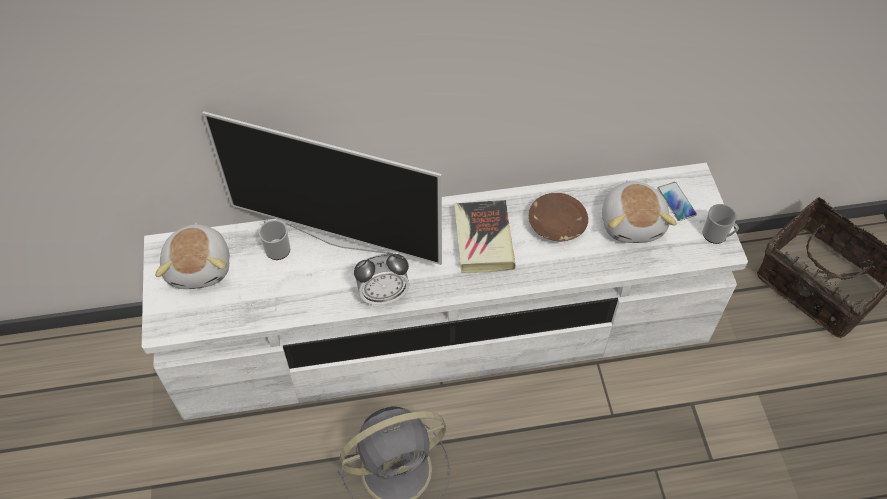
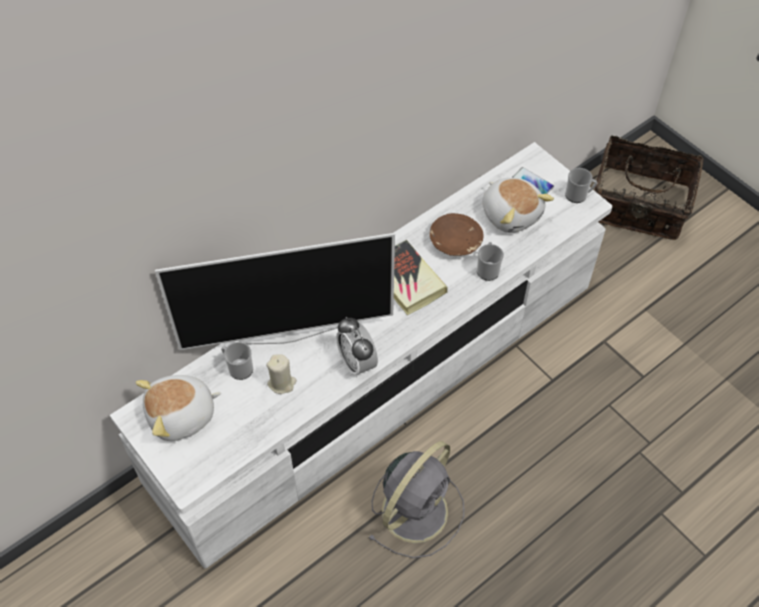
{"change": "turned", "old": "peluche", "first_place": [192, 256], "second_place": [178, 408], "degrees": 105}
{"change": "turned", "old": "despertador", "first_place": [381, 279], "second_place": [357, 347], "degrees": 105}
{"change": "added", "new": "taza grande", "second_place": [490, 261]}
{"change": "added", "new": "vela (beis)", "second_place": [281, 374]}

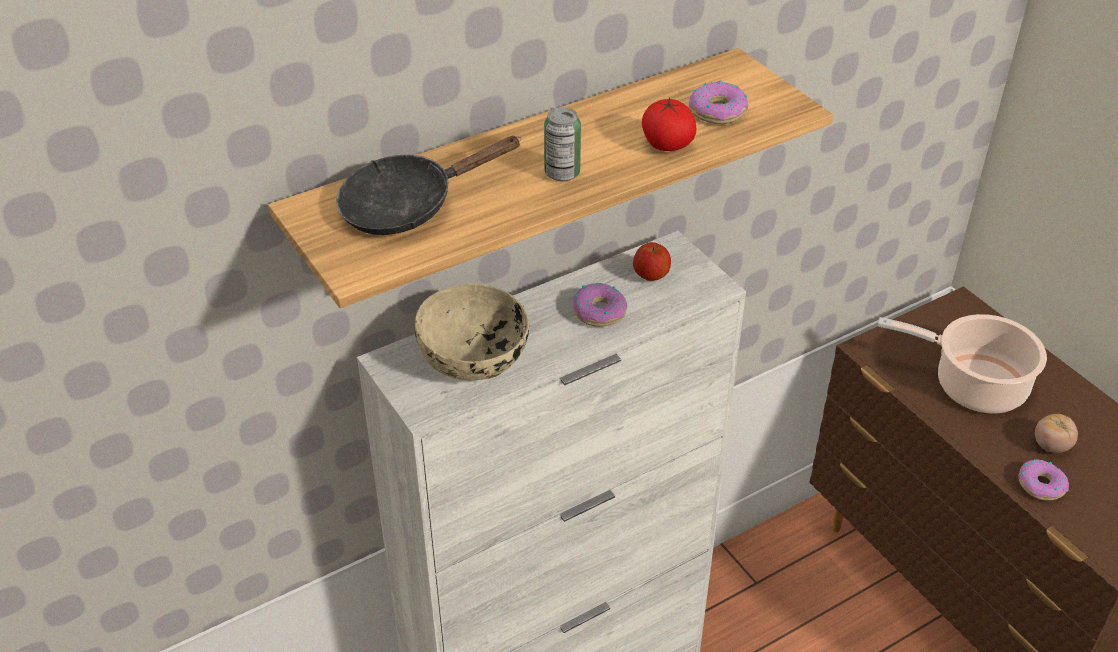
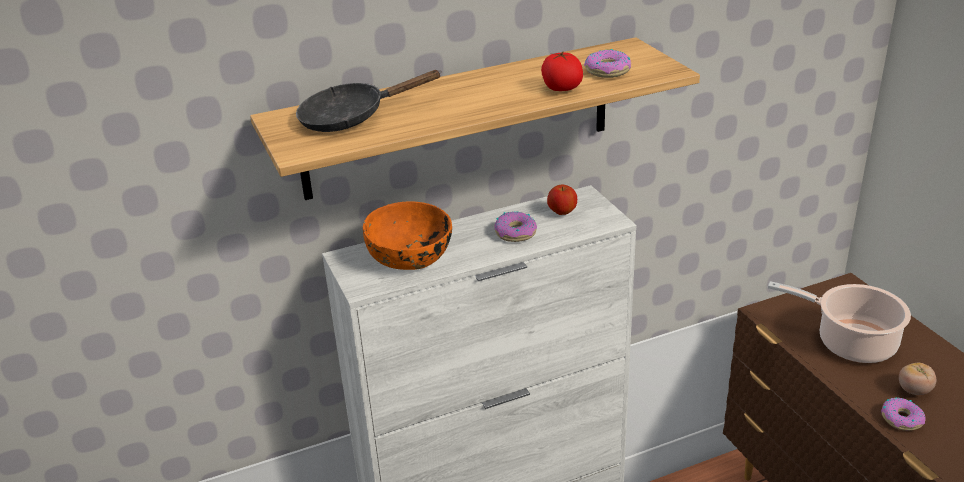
{"change": "removed", "old": "lata", "first_place": [562, 144]}
{"change": "recoloured", "old": "cuenco (beis)", "new": "cuenco (naranja)", "first_place": [472, 332], "second_place": [407, 235]}

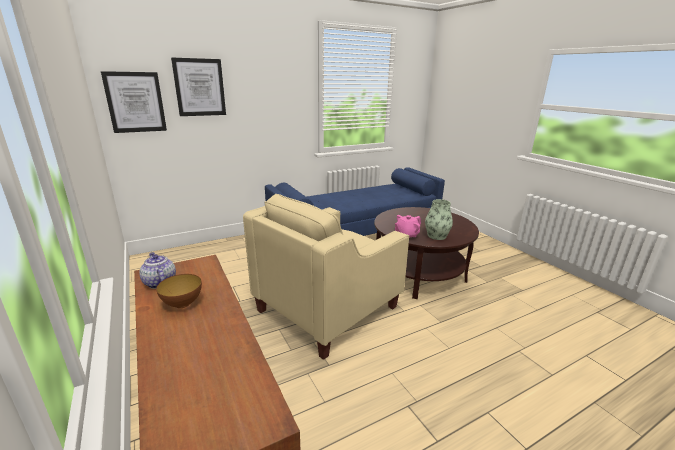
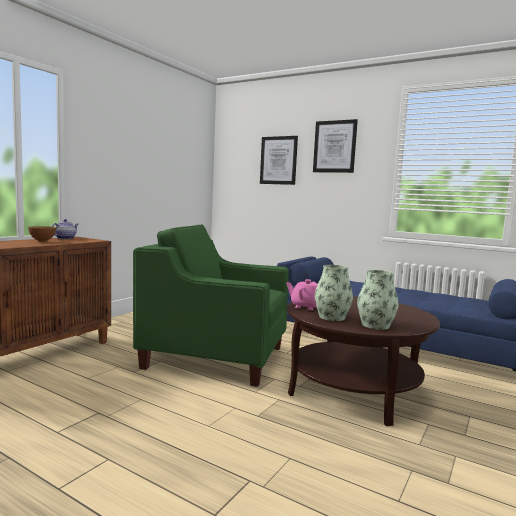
{"change": "moved", "old": "cuadro", "first_place": [134, 102], "second_place": [335, 146]}
{"change": "recoloured", "old": "sillón (beis)", "new": "sillón (verde)", "first_place": [326, 277], "second_place": [211, 305]}
{"change": "added", "new": "florero", "second_place": [378, 300]}

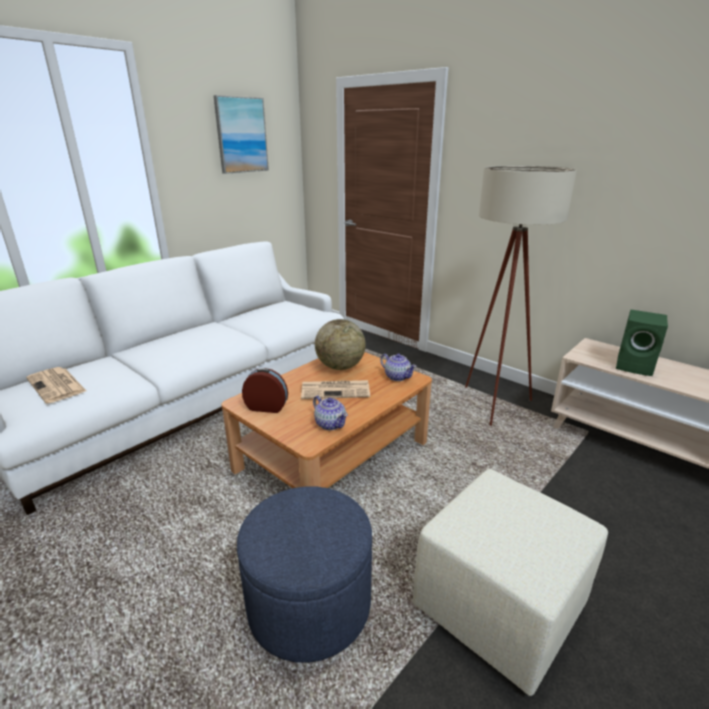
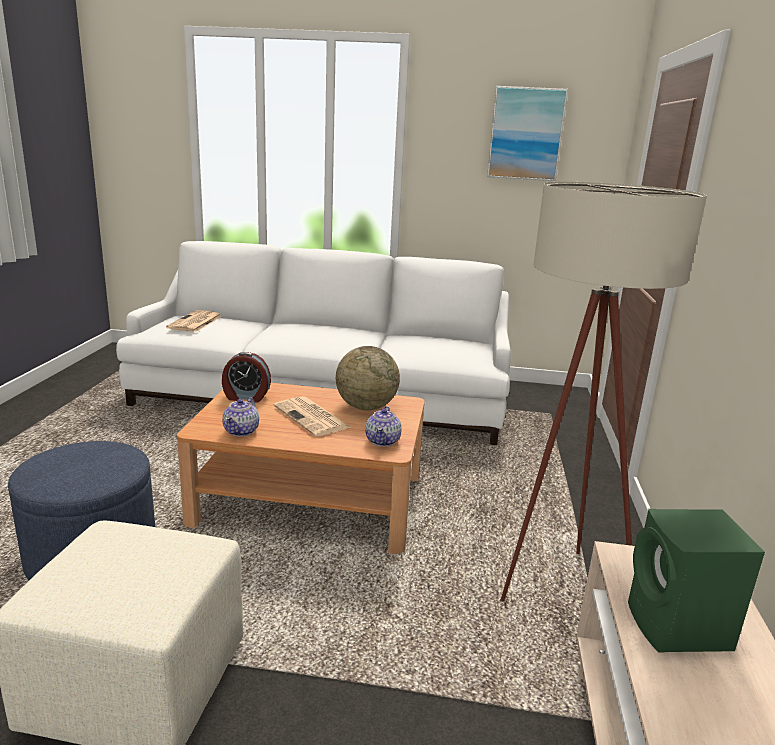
{"change": "turned", "old": "despertador", "first_place": [265, 390], "second_place": [246, 377], "degrees": 120}

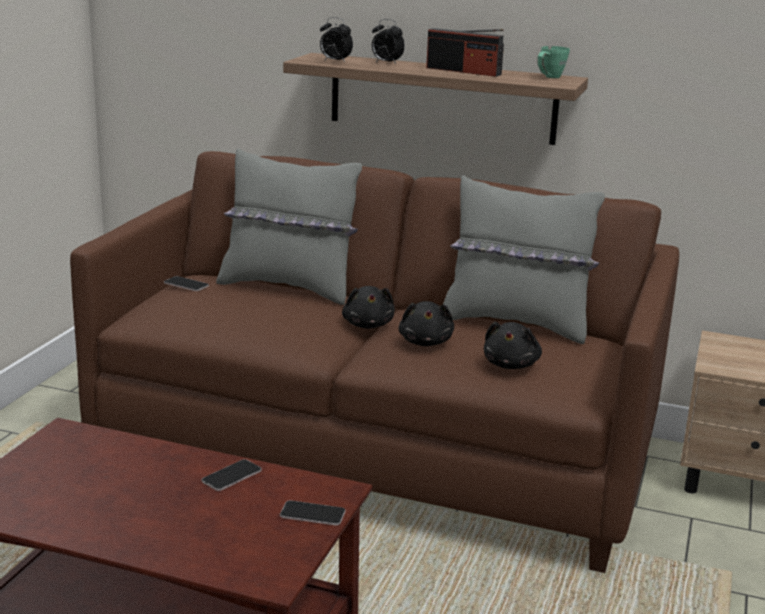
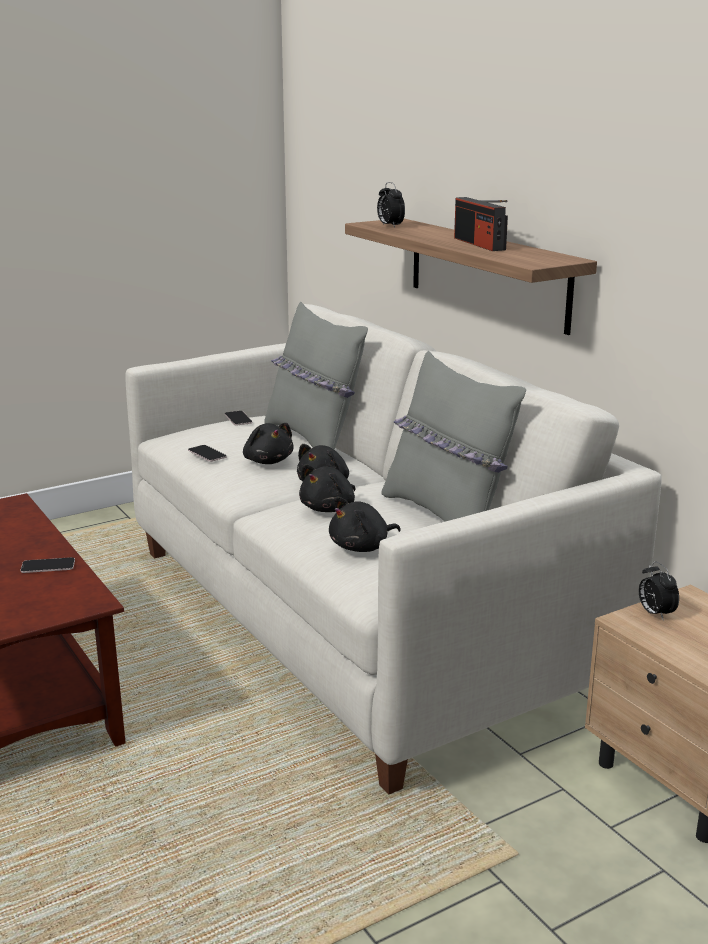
{"change": "moved", "old": "despertador", "first_place": [388, 41], "second_place": [659, 591]}
{"change": "removed", "old": "taza grande (verde)", "first_place": [553, 62]}
{"change": "recoloured", "old": "sofá (marrón)", "new": "sofá (blanco)", "first_place": [374, 362], "second_place": [393, 549]}
{"change": "moved", "old": "móvil", "first_place": [312, 513], "second_place": [207, 453]}
{"change": "added", "new": "peluche (negro)", "second_place": [268, 443]}

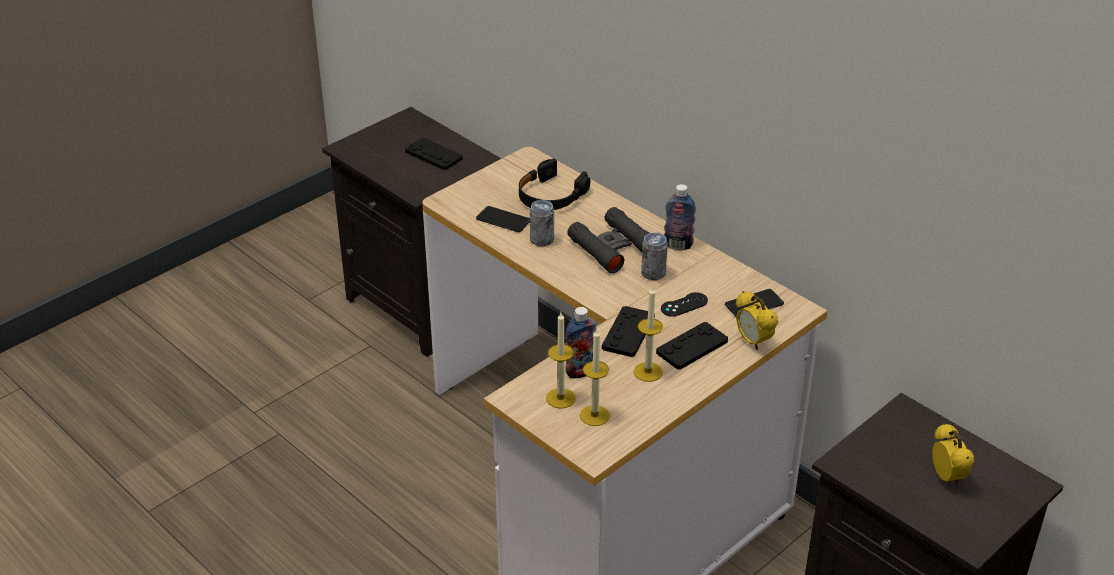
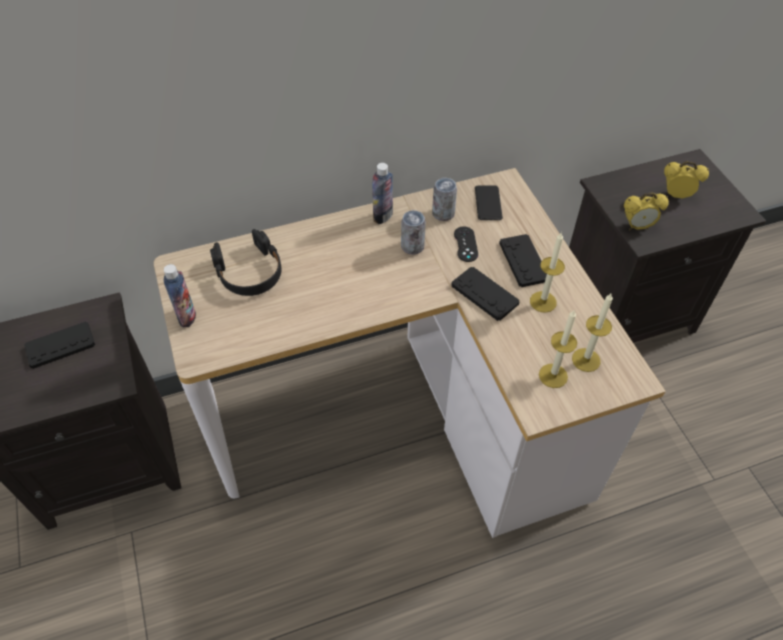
{"change": "moved", "old": "lata", "first_place": [542, 223], "second_place": [444, 199]}
{"change": "removed", "old": "móvil", "first_place": [503, 219]}
{"change": "removed", "old": "prismáticos (negro)", "first_place": [608, 240]}
{"change": "moved", "old": "despertador", "first_place": [757, 320], "second_place": [646, 211]}
{"change": "moved", "old": "botella", "first_place": [580, 342], "second_place": [179, 295]}

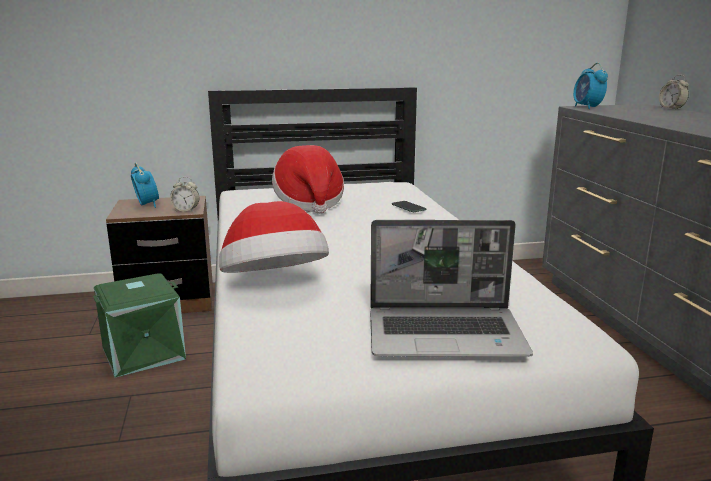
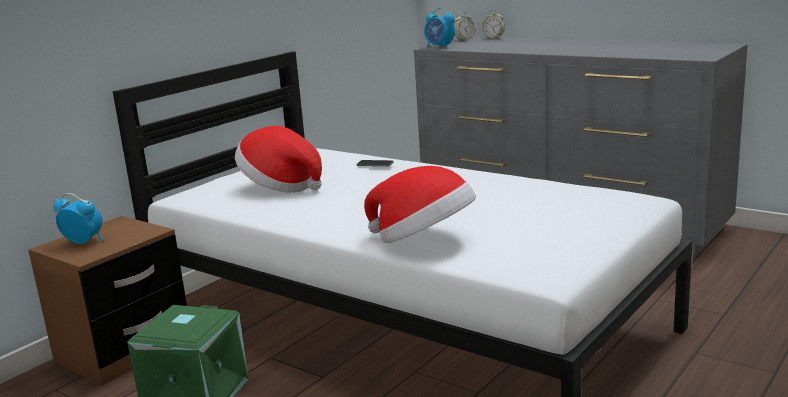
{"change": "moved", "old": "despertador", "first_place": [184, 194], "second_place": [464, 26]}
{"change": "removed", "old": "portátil", "first_place": [451, 288]}

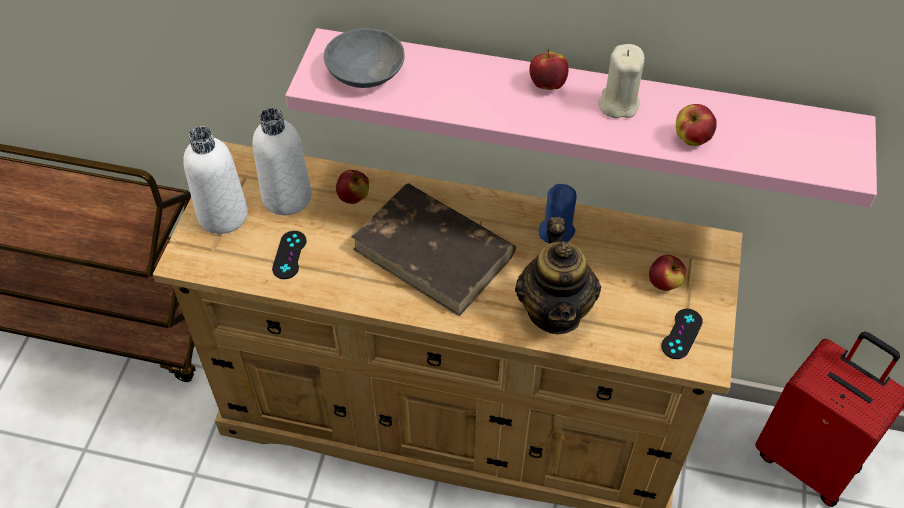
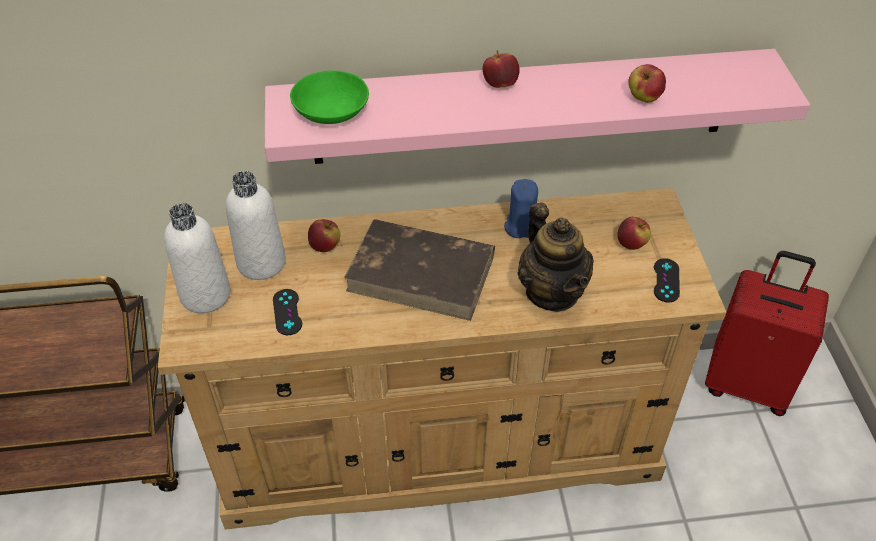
{"change": "recoloured", "old": "cuenco (gris)", "new": "cuenco (verde)", "first_place": [364, 58], "second_place": [329, 97]}
{"change": "removed", "old": "vela (beis)", "first_place": [621, 81]}

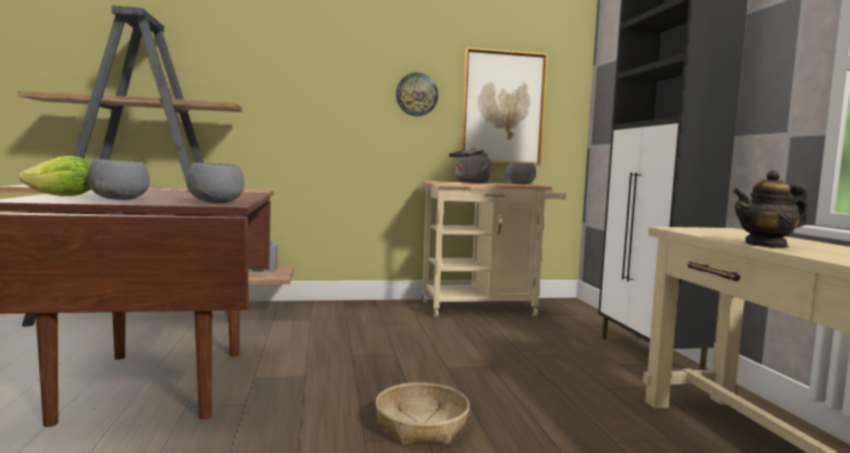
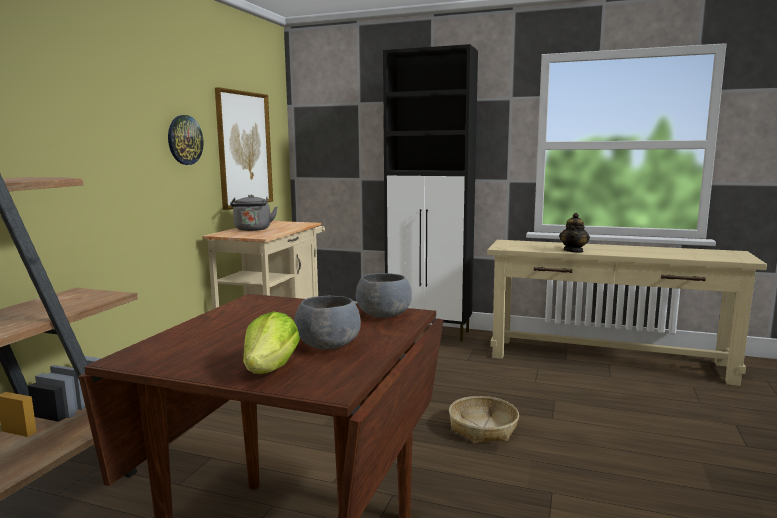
{"change": "removed", "old": "cuenco (gris)", "first_place": [521, 173]}

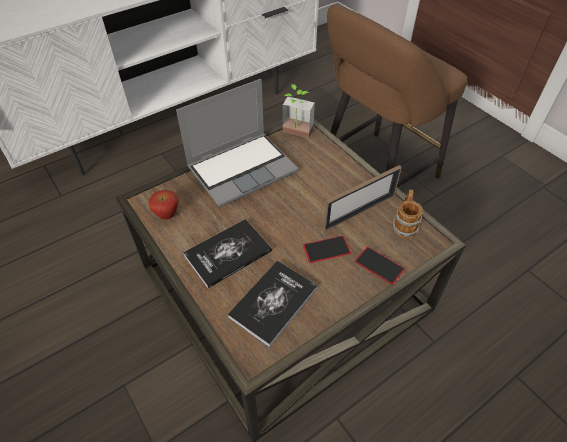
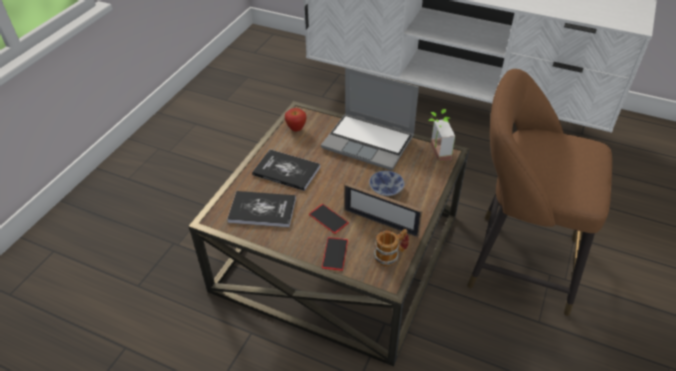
{"change": "added", "new": "cuenco", "second_place": [386, 183]}

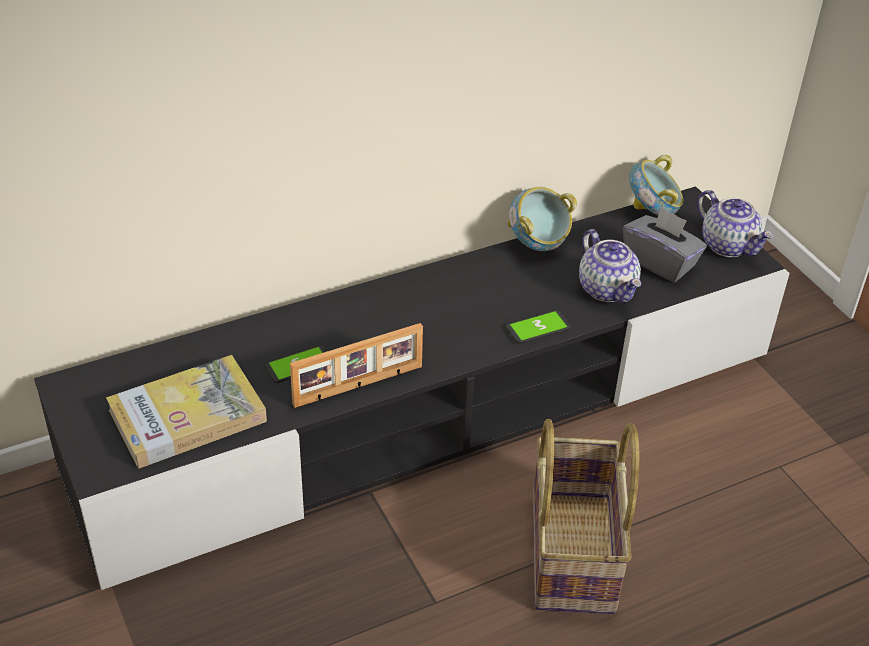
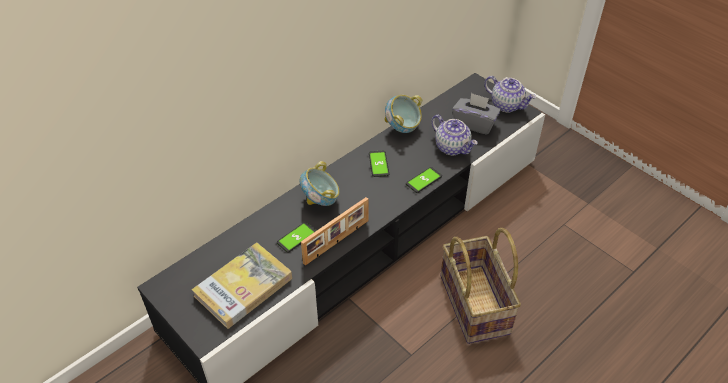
{"change": "moved", "old": "cuenco", "first_place": [656, 185], "second_place": [320, 183]}
{"change": "added", "new": "móvil", "second_place": [379, 163]}

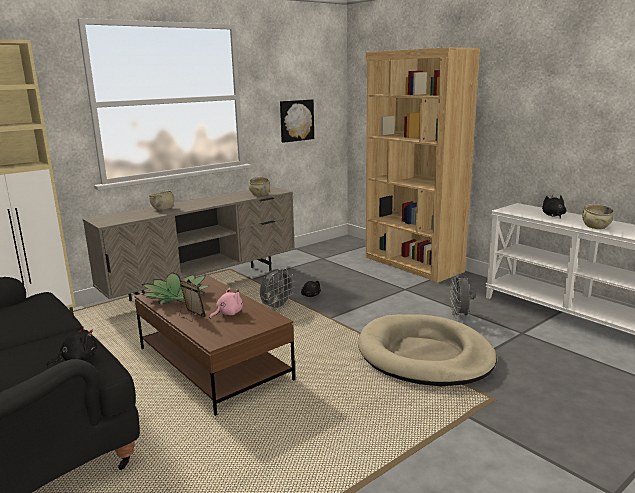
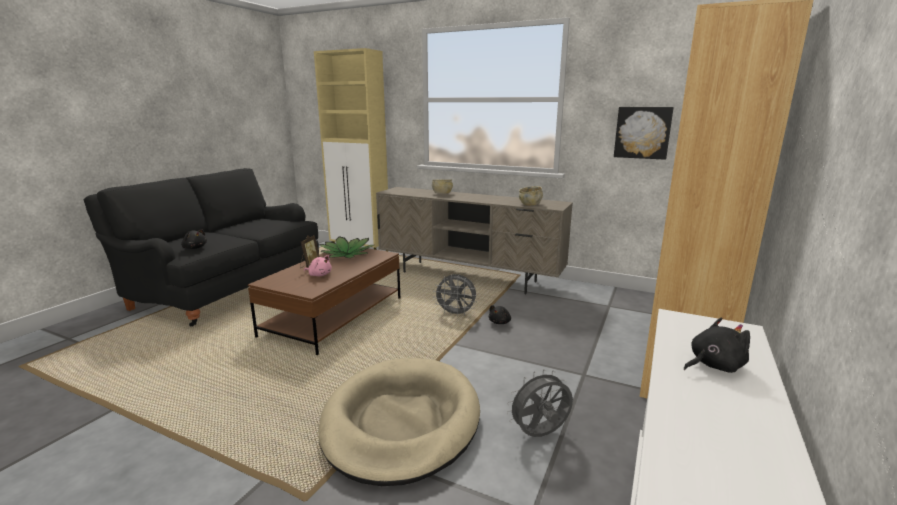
{"change": "removed", "old": "cuenco (beis)", "first_place": [598, 216]}

